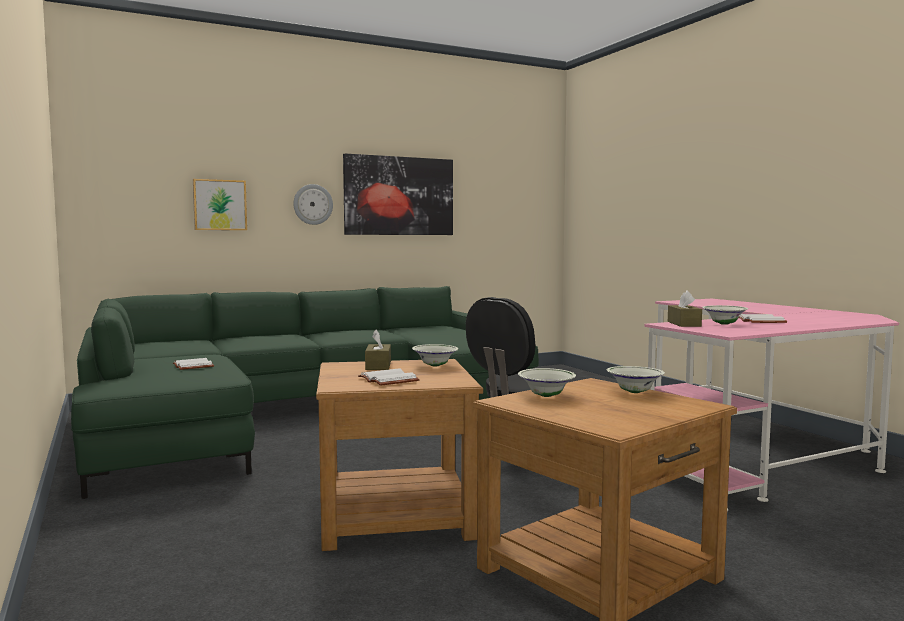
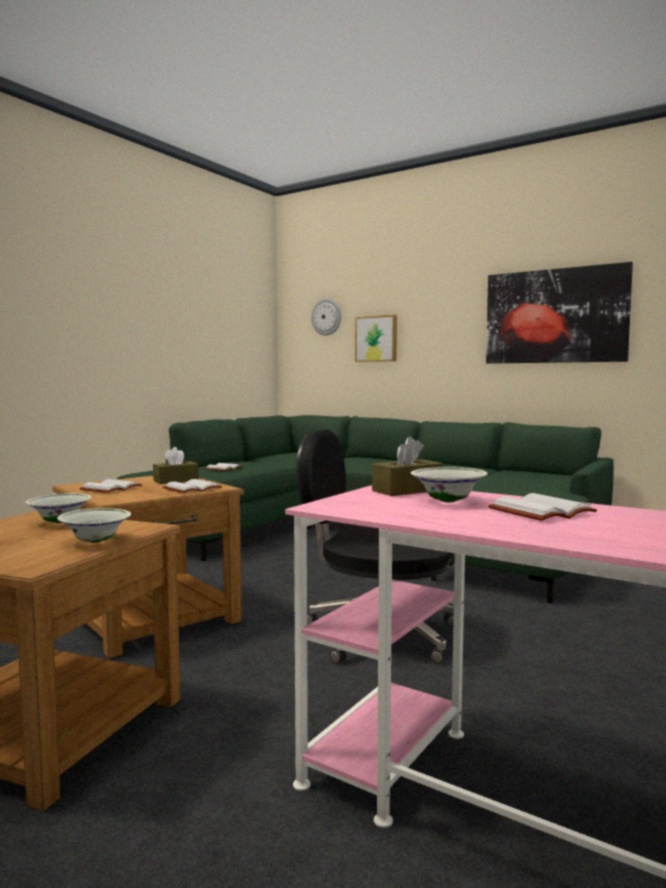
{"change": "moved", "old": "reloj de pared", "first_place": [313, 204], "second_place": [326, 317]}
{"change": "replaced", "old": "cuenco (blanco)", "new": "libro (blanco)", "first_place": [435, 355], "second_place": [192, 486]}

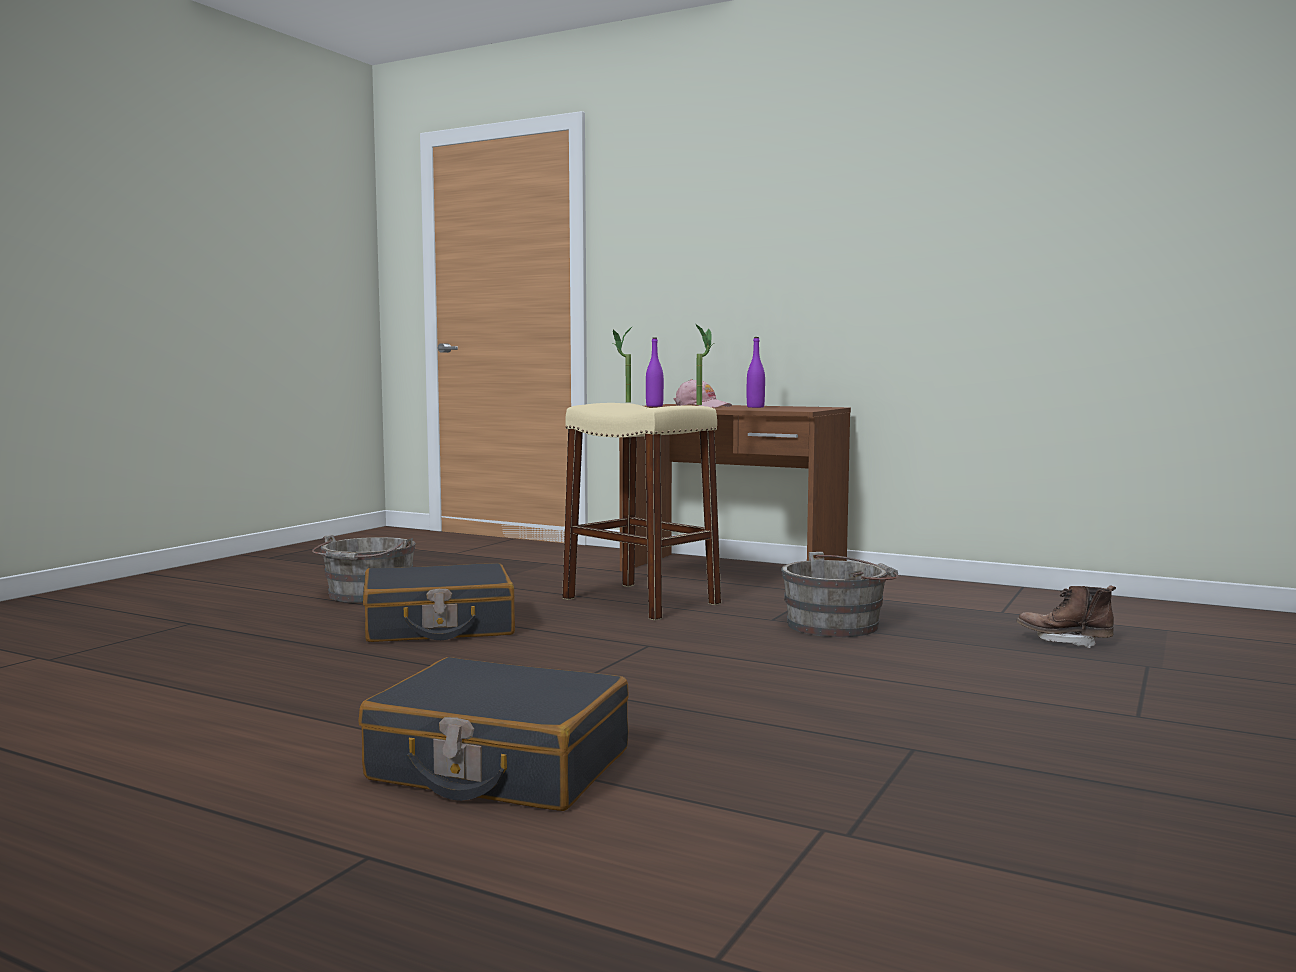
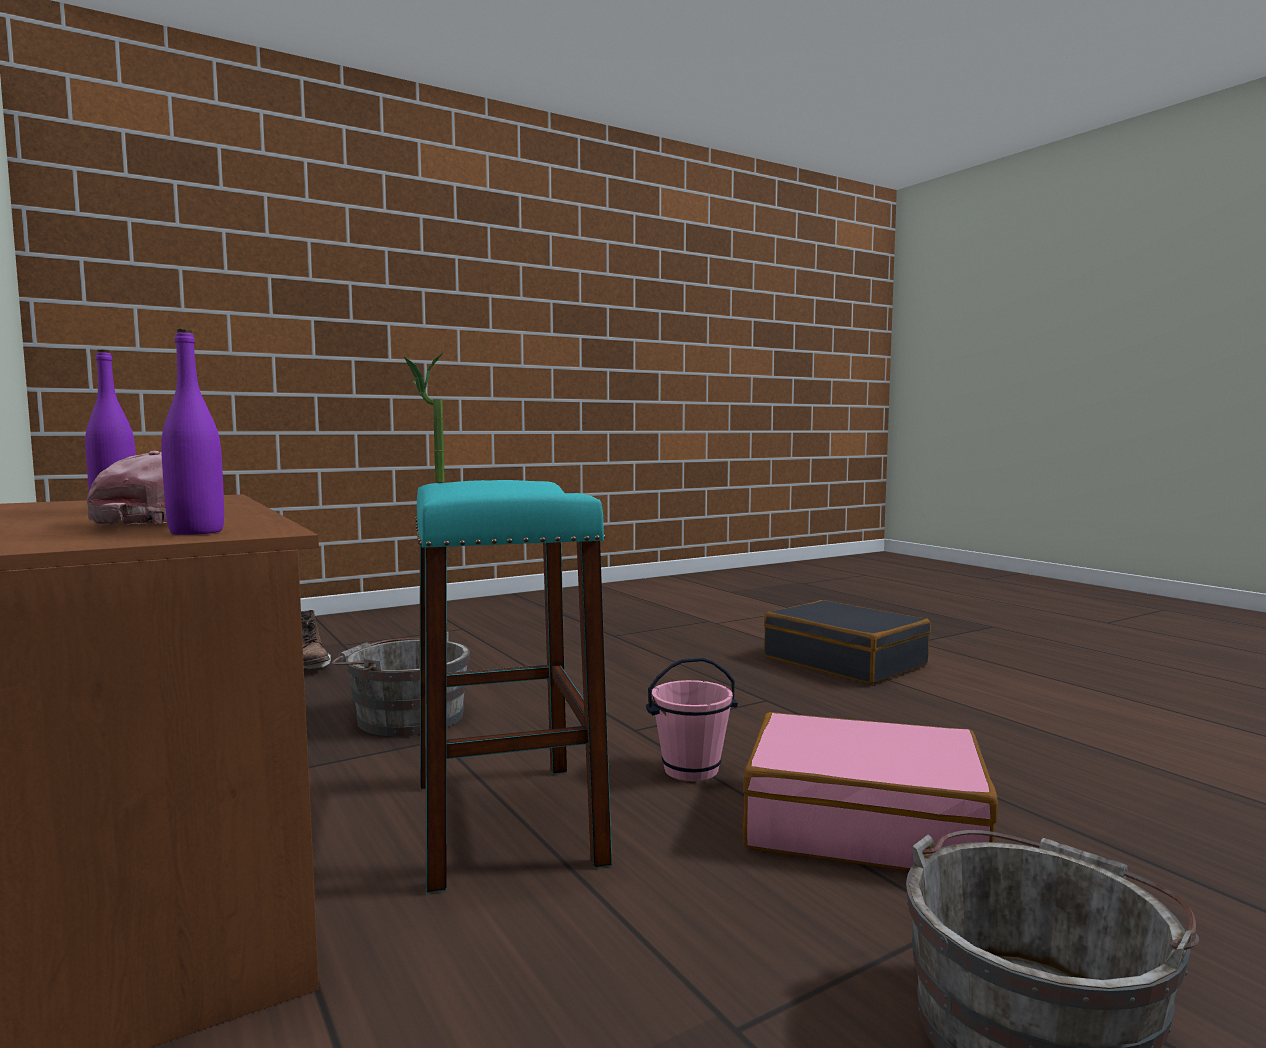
{"change": "removed", "old": "planta en maceta", "first_place": [623, 364]}
{"change": "recoloured", "old": "taburete (beis)", "new": "taburete (turquesa)", "first_place": [641, 511], "second_place": [513, 686]}
{"change": "recoloured", "old": "maleta (negro)", "new": "maleta (rosa)", "first_place": [439, 602], "second_place": [870, 791]}
{"change": "added", "new": "cubo (rosa)", "second_place": [692, 719]}

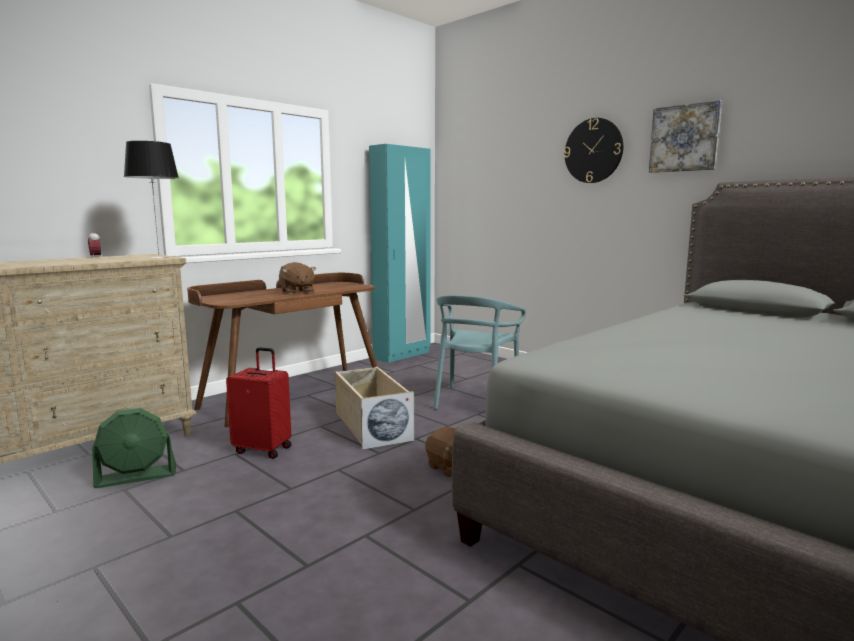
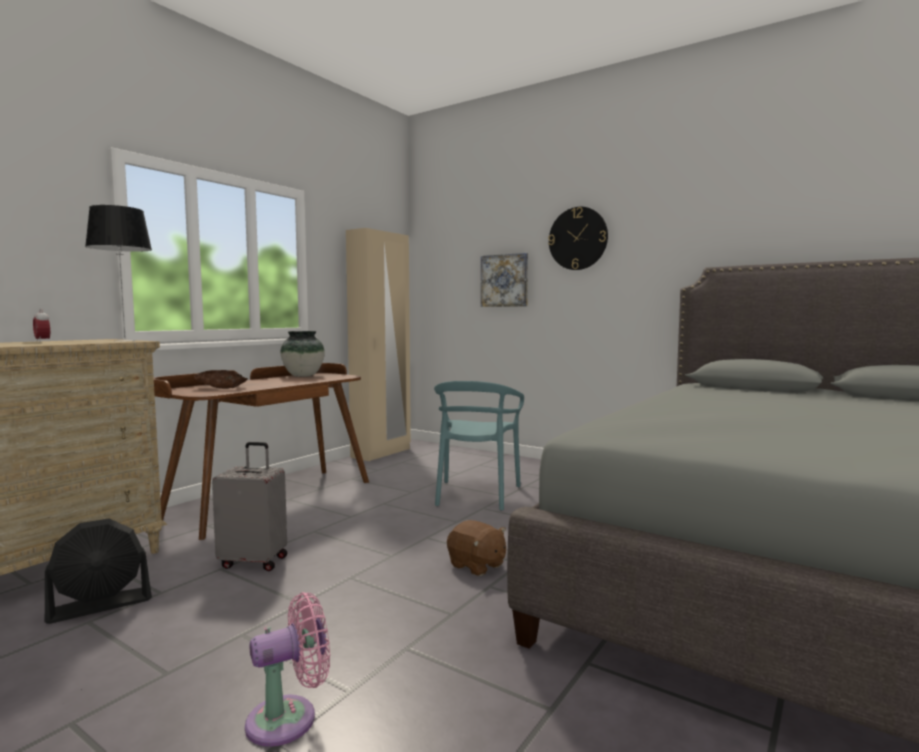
{"change": "moved", "old": "cuadro", "first_place": [685, 136], "second_place": [504, 280]}
{"change": "recoloured", "old": "armario ropero (turquesa)", "new": "armario ropero (beis)", "first_place": [400, 253], "second_place": [378, 344]}
{"change": "removed", "old": "peluche (marrón)", "first_place": [297, 278]}
{"change": "recoloured", "old": "maleta (rojo)", "new": "maleta (gris)", "first_place": [259, 403], "second_place": [249, 506]}
{"change": "removed", "old": "caja de almacenaje (beis)", "first_place": [374, 408]}
{"change": "recoloured", "old": "ventilador (verde)", "new": "ventilador (negro)", "first_place": [134, 448], "second_place": [98, 571]}
{"change": "added", "new": "florero", "second_place": [302, 354]}
{"change": "added", "new": "cuenco (marrón)", "second_place": [221, 379]}
{"change": "added", "new": "ventilador (rosa)", "second_place": [287, 669]}

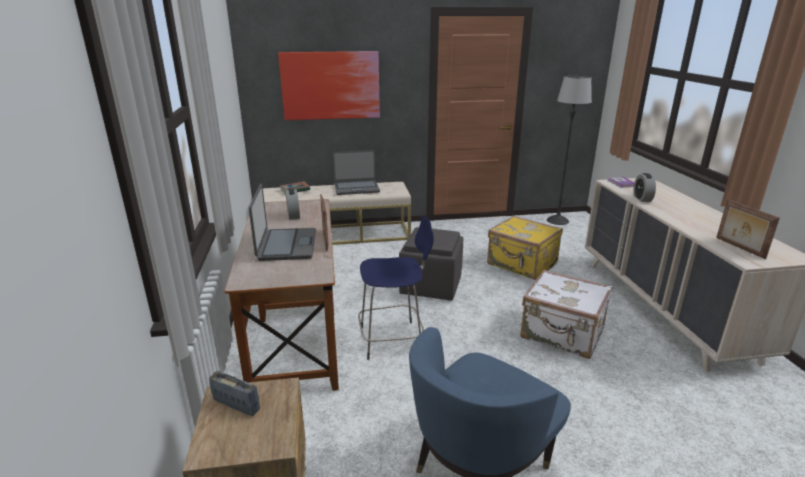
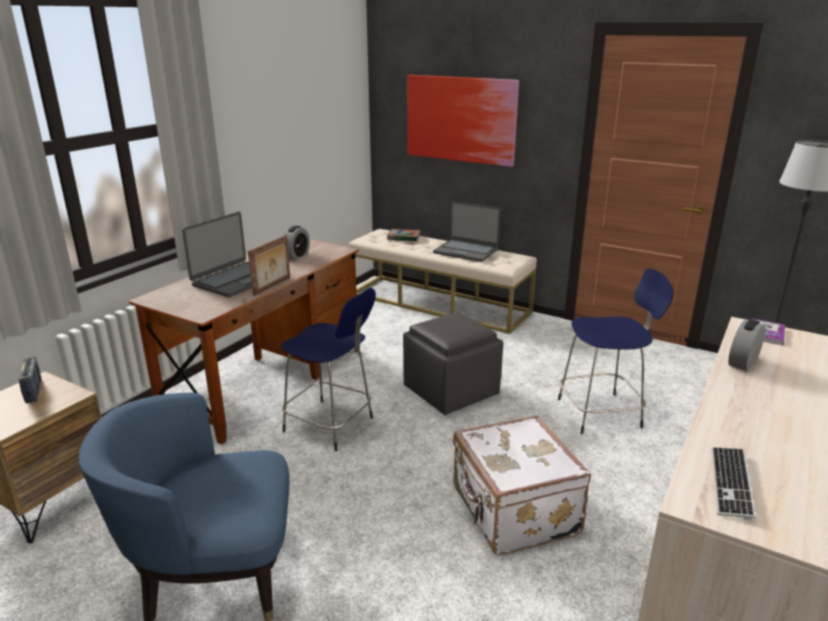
{"change": "replaced", "old": "portarretratos", "new": "teclado", "first_place": [748, 229], "second_place": [733, 483]}
{"change": "replaced", "old": "maleta (amarillo)", "new": "taburete (azul)", "first_place": [525, 247], "second_place": [615, 351]}

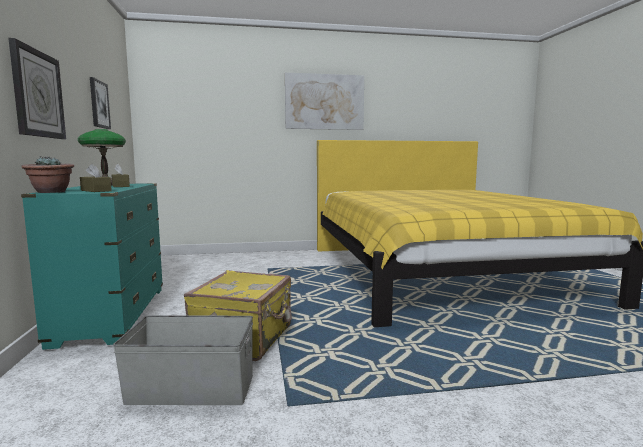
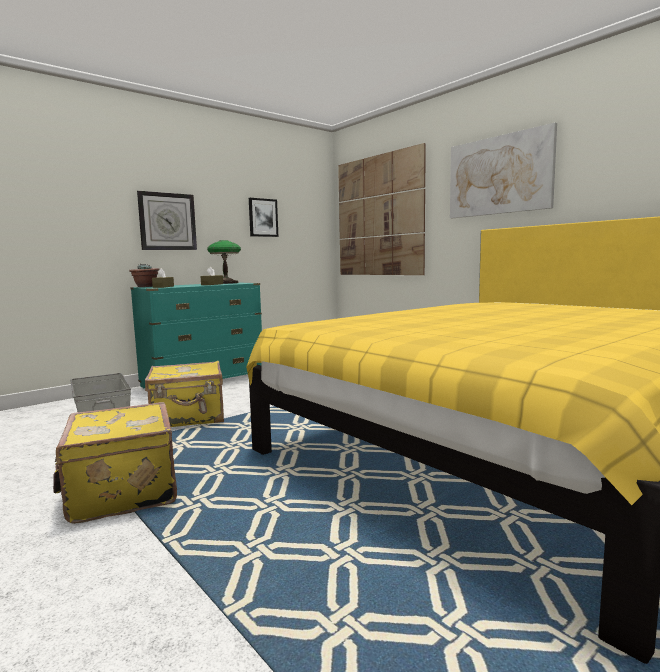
{"change": "added", "new": "cuadro", "second_place": [382, 209]}
{"change": "added", "new": "maleta (amarillo)", "second_place": [115, 463]}

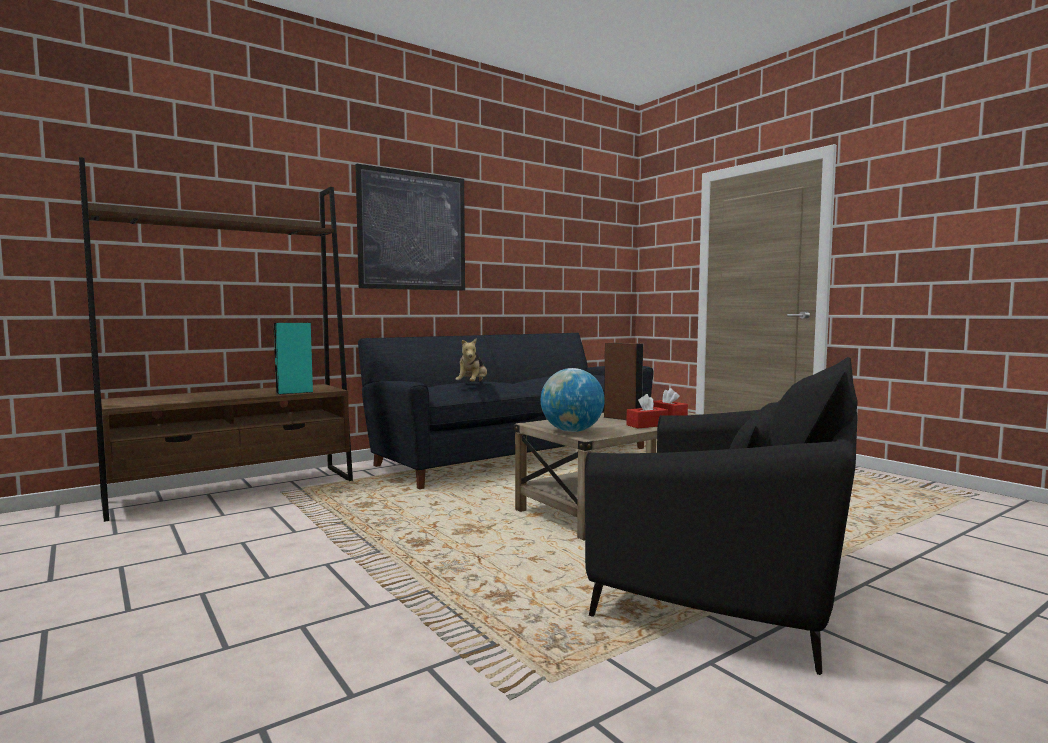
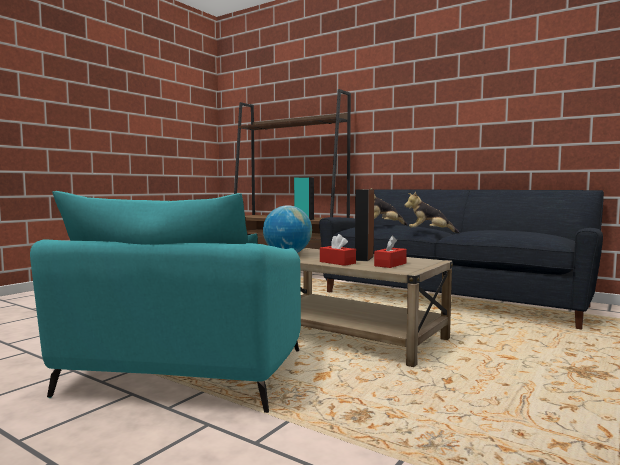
{"change": "removed", "old": "cuadro", "first_place": [410, 227]}
{"change": "recoloured", "old": "sillón (negro)", "new": "sillón (turquesa)", "first_place": [721, 516], "second_place": [165, 302]}
{"change": "added", "new": "peluche", "second_place": [432, 212]}

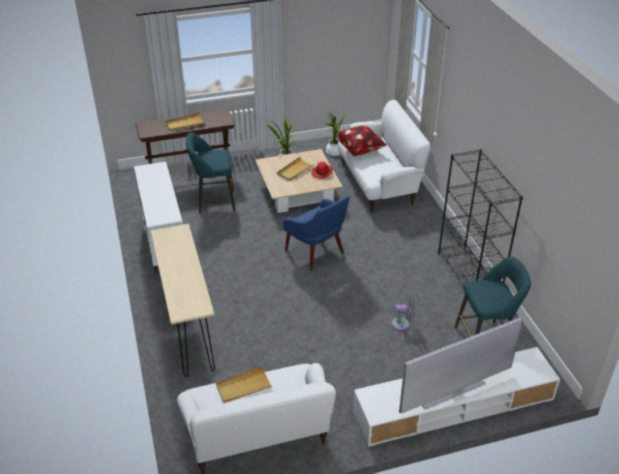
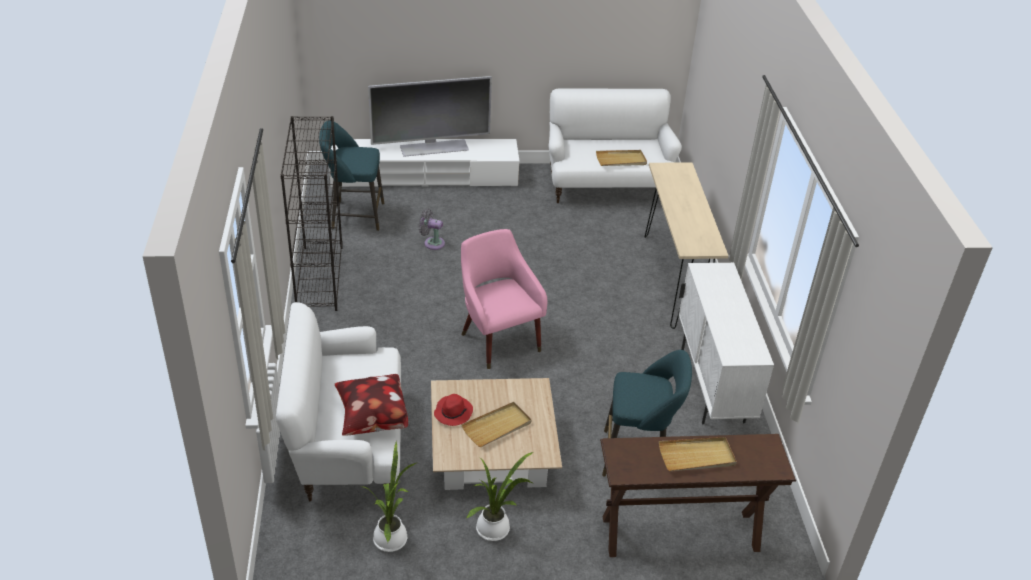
{"change": "recoloured", "old": "sillón (azul)", "new": "sillón (rosa)", "first_place": [316, 233], "second_place": [504, 299]}

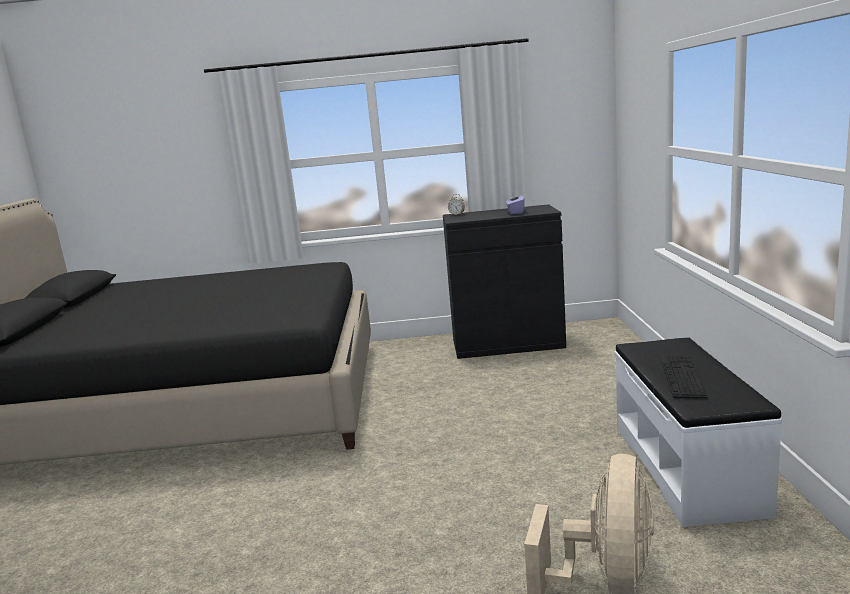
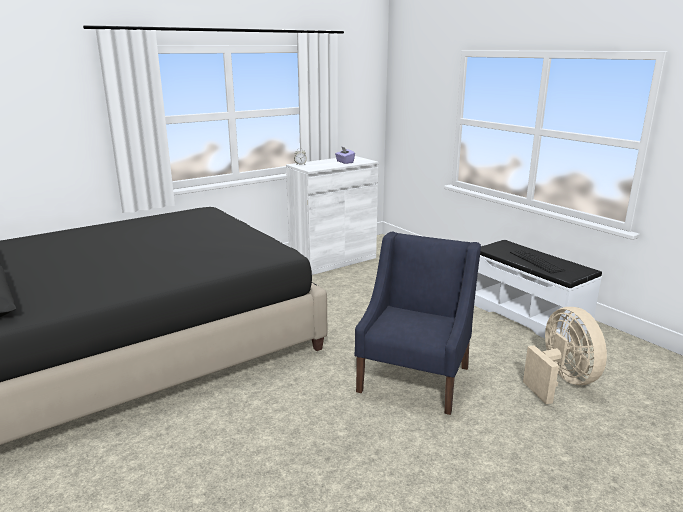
{"change": "recoloured", "old": "armario (negro)", "new": "armario (blanco)", "first_place": [504, 281], "second_place": [332, 215]}
{"change": "added", "new": "sillón (azul)", "second_place": [417, 323]}

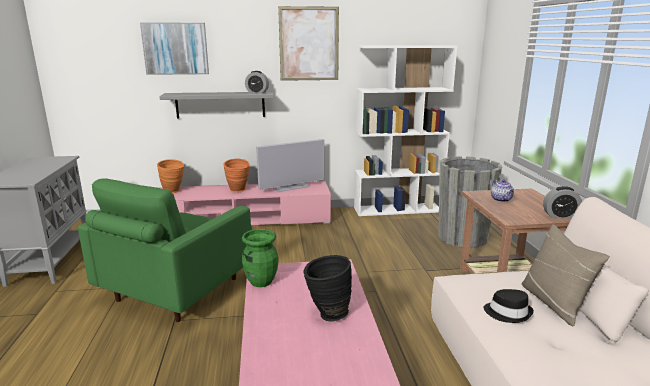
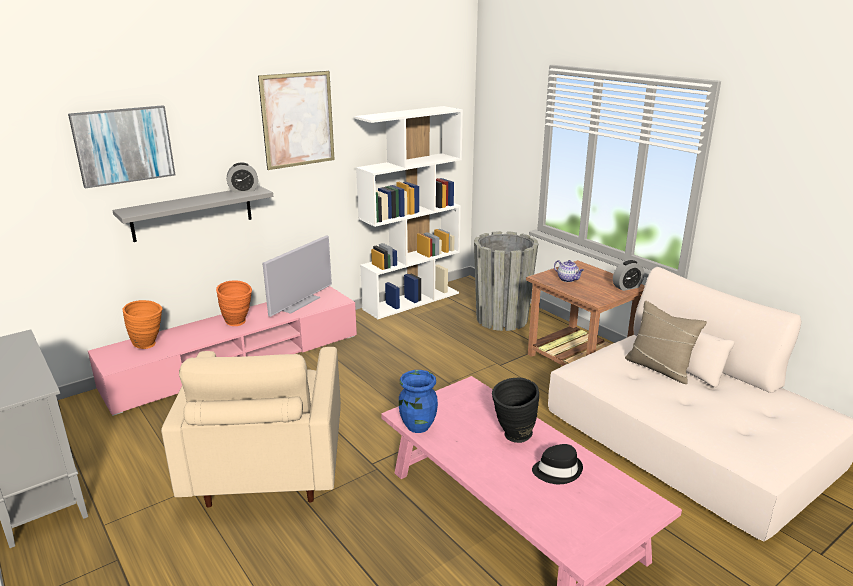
{"change": "recoloured", "old": "sillón (verde)", "new": "sillón (beis)", "first_place": [164, 250], "second_place": [251, 427]}
{"change": "recoloured", "old": "florero (verde)", "new": "florero (azul)", "first_place": [260, 258], "second_place": [418, 401]}
{"change": "moved", "old": "sombrero (negro)", "first_place": [509, 306], "second_place": [557, 464]}

